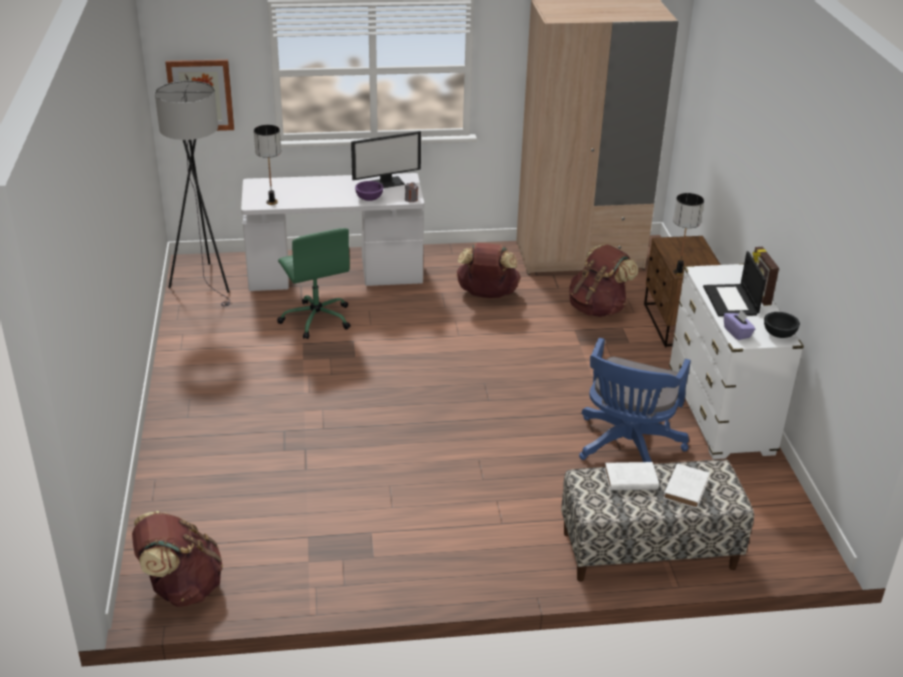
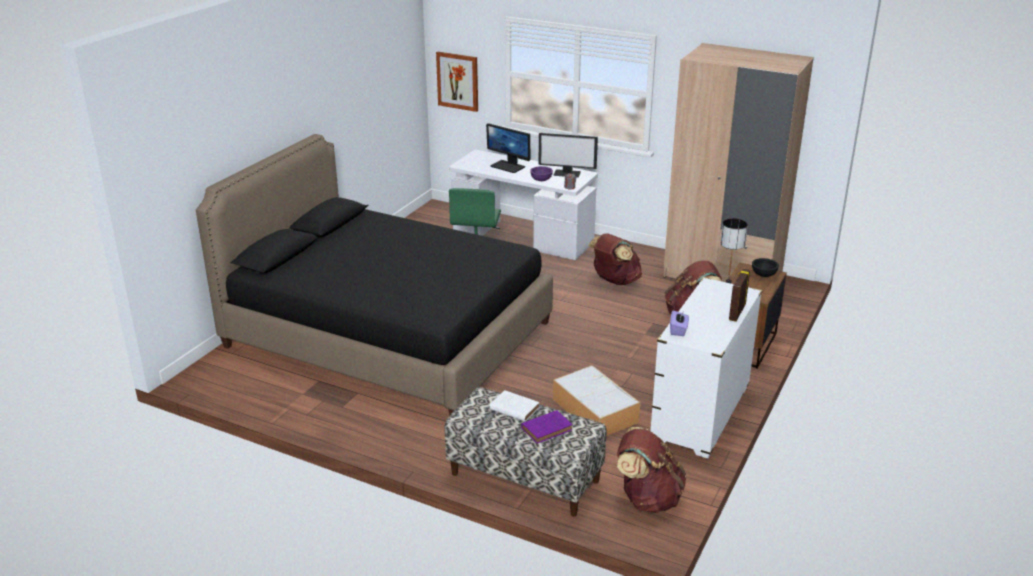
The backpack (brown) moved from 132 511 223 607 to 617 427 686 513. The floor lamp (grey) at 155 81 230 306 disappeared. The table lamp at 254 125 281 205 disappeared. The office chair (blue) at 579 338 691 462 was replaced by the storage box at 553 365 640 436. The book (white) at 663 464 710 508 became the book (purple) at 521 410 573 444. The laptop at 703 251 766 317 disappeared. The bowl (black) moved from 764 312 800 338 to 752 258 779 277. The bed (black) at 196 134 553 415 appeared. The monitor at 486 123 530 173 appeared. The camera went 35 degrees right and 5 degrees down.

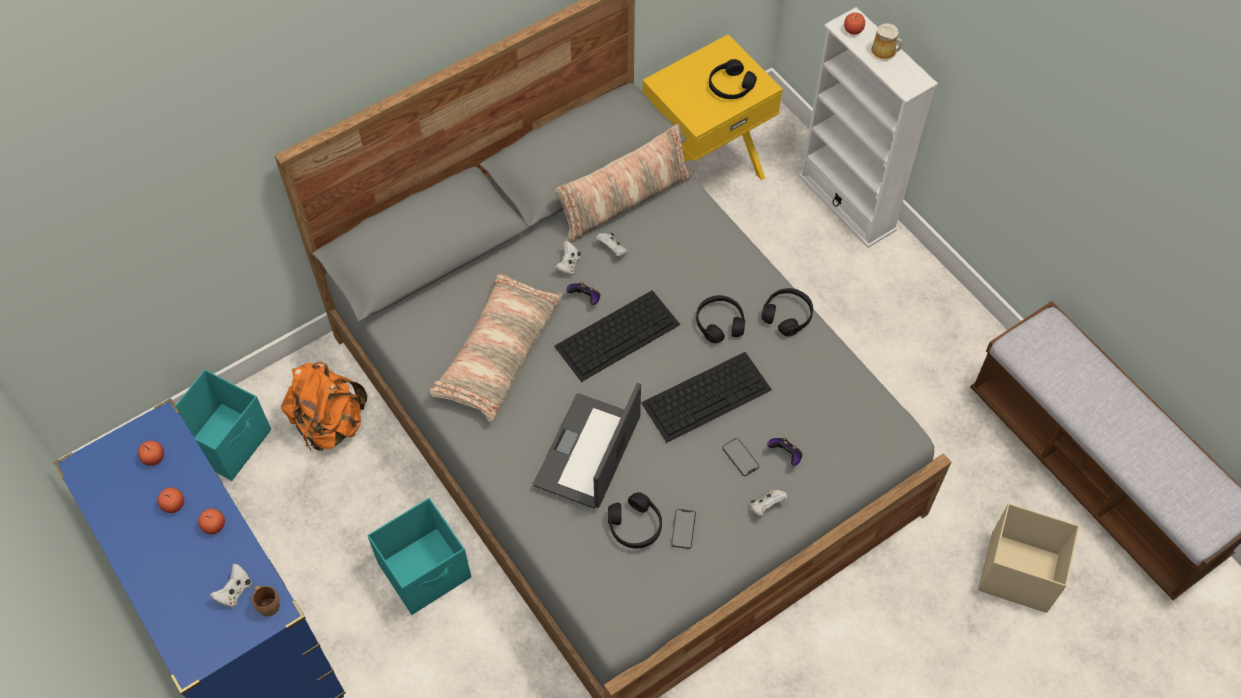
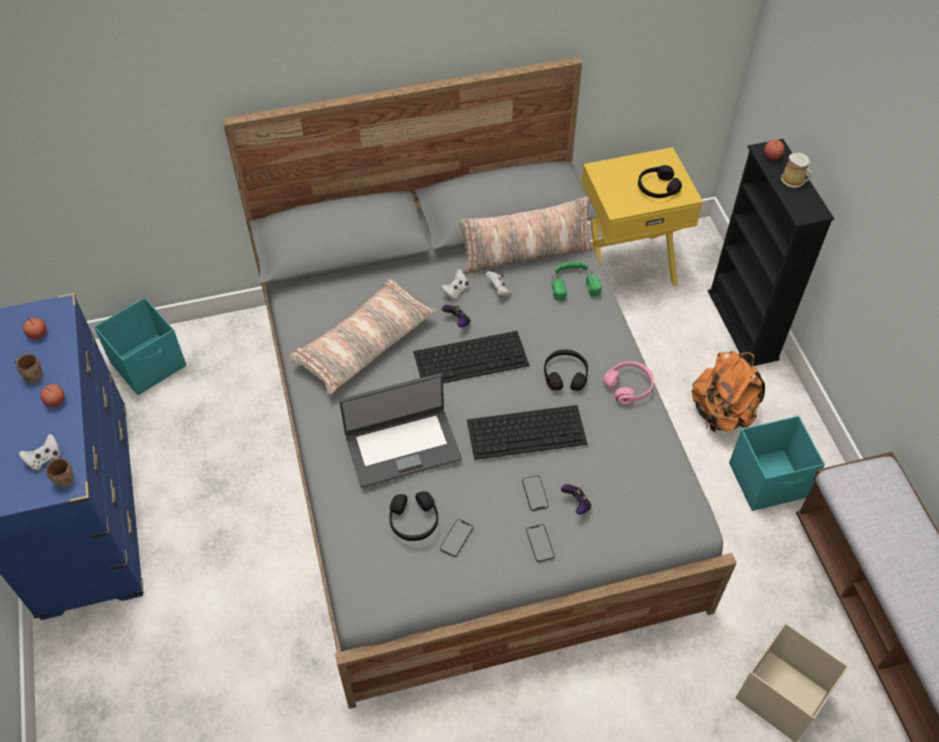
The apple at 158 487 184 513 was replaced by the mug (brown) at 15 354 42 383. The backpack (orange) moved from 281 362 367 451 to 691 351 765 432. The storage box (turquoise) moved from 367 498 471 615 to 729 416 825 511. The laptop at 533 383 641 508 turned 150 degrees counterclockwise. The game controller (white) at 750 490 788 517 was replaced by the phone at 526 524 555 562. The headphones (black) at 761 288 813 337 became the headphones (pink) at 603 361 654 404. The bookcase (white) at 798 7 938 248 became the bookcase (black) at 708 139 834 366. The headphones (green) at 552 261 602 301 appeared. The camera went 20 degrees right and 5 degrees down.

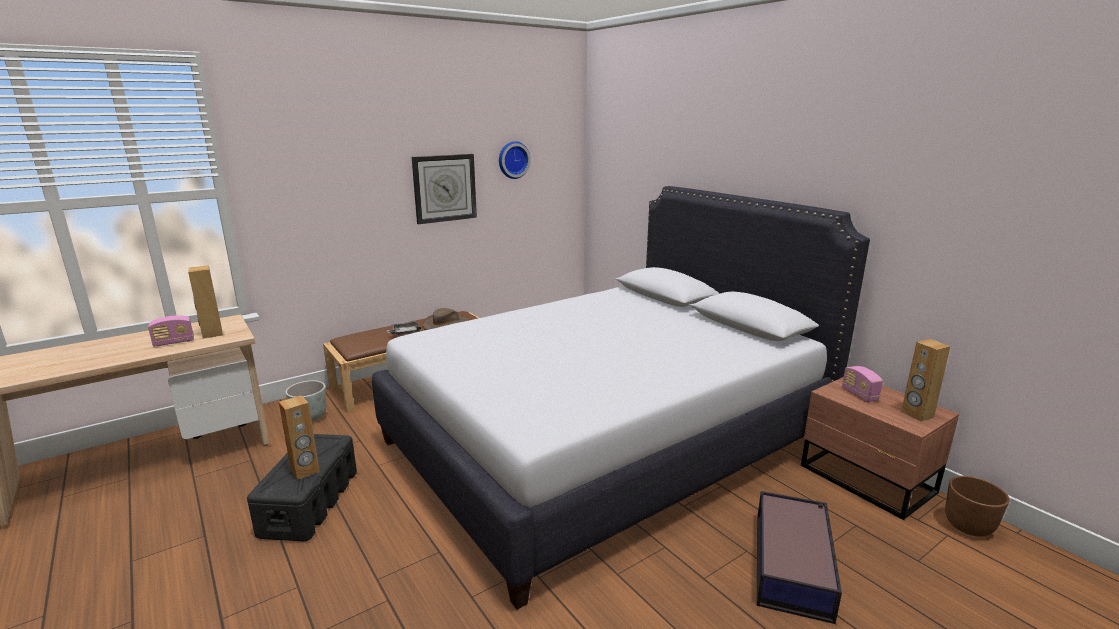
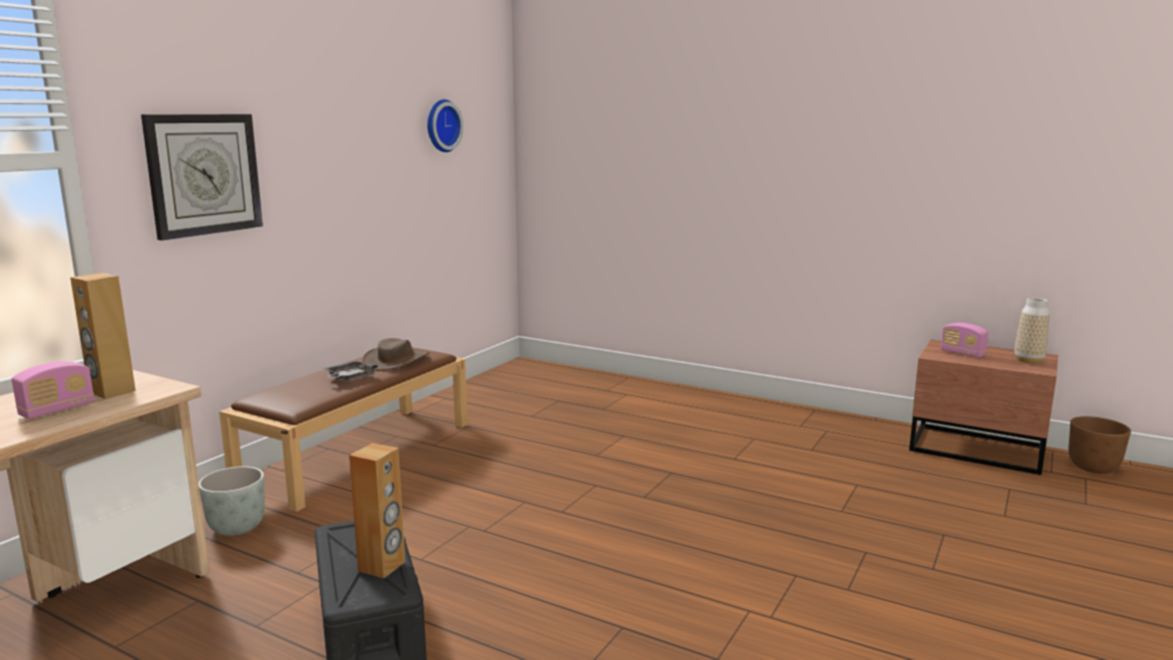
The bed (white) at 372 186 870 610 disappeared. The wall clock moved from 412 154 477 224 to 141 114 263 240. The storage box at 757 491 842 624 disappeared. The speaker (brown) at 901 339 950 422 was replaced by the vase at 1015 298 1050 364. The camera went 25 degrees left and 5 degrees down.

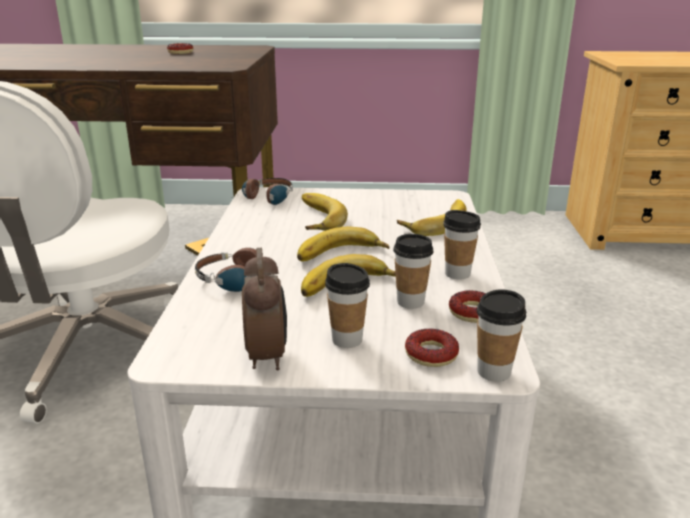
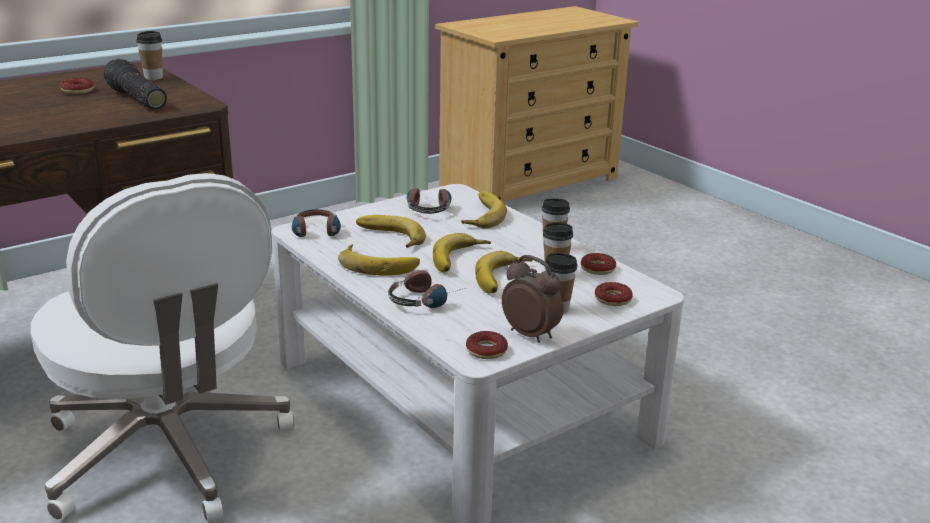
The cup moved from 476 289 526 382 to 136 31 163 80. The flashlight at 104 59 167 110 appeared. The banana at 338 244 420 276 appeared. The headphones at 407 188 452 214 appeared. The donut at 466 331 508 359 appeared. The camera went 40 degrees left and 0 degrees up.

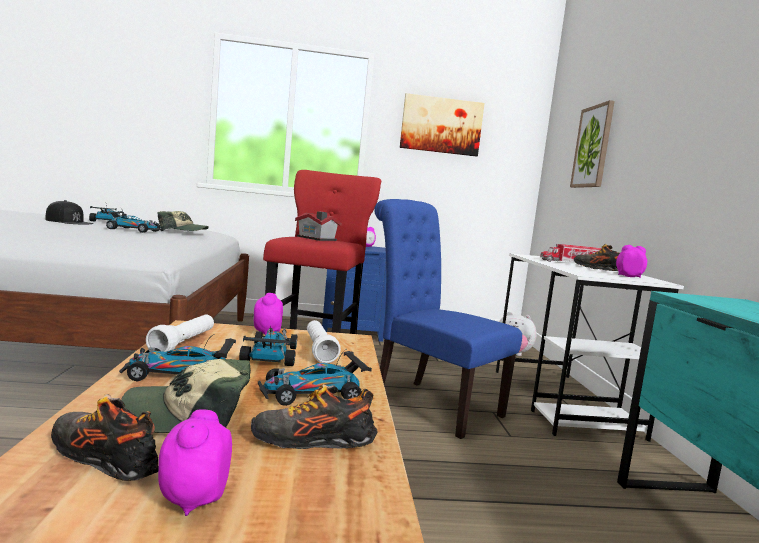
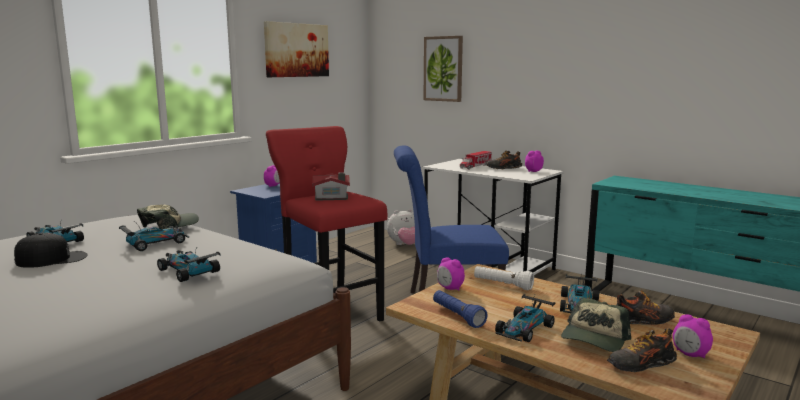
The flashlight (white) at 146 315 214 352 became the flashlight (blue) at 433 290 488 328. The toy car moved from 239 326 297 366 to 157 250 221 282. The shoe at 251 384 378 449 turned 135 degrees counterclockwise. The camera went 45 degrees left and 5 degrees up.

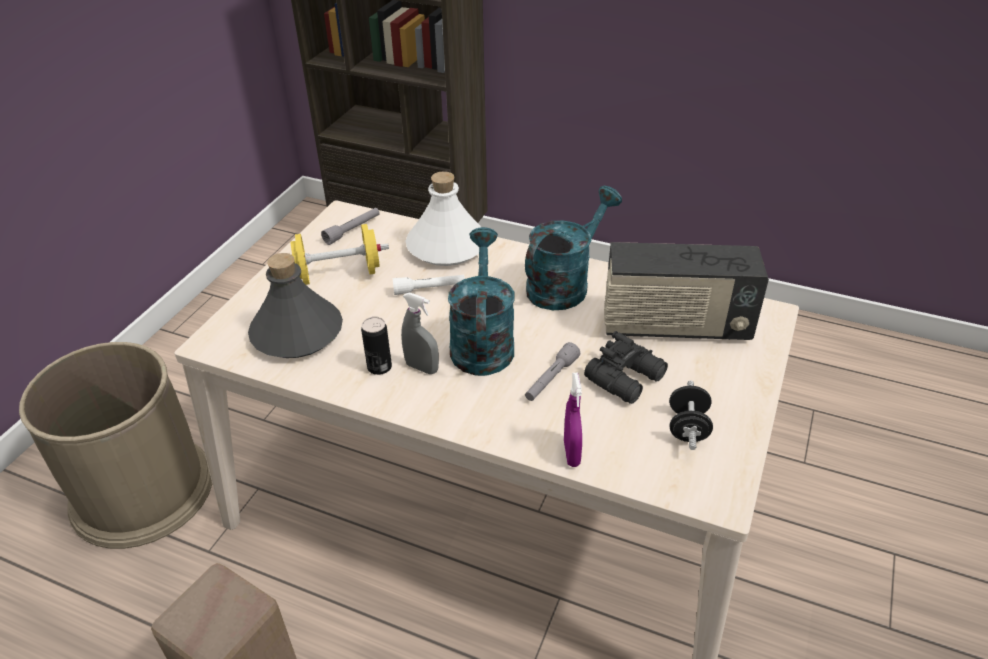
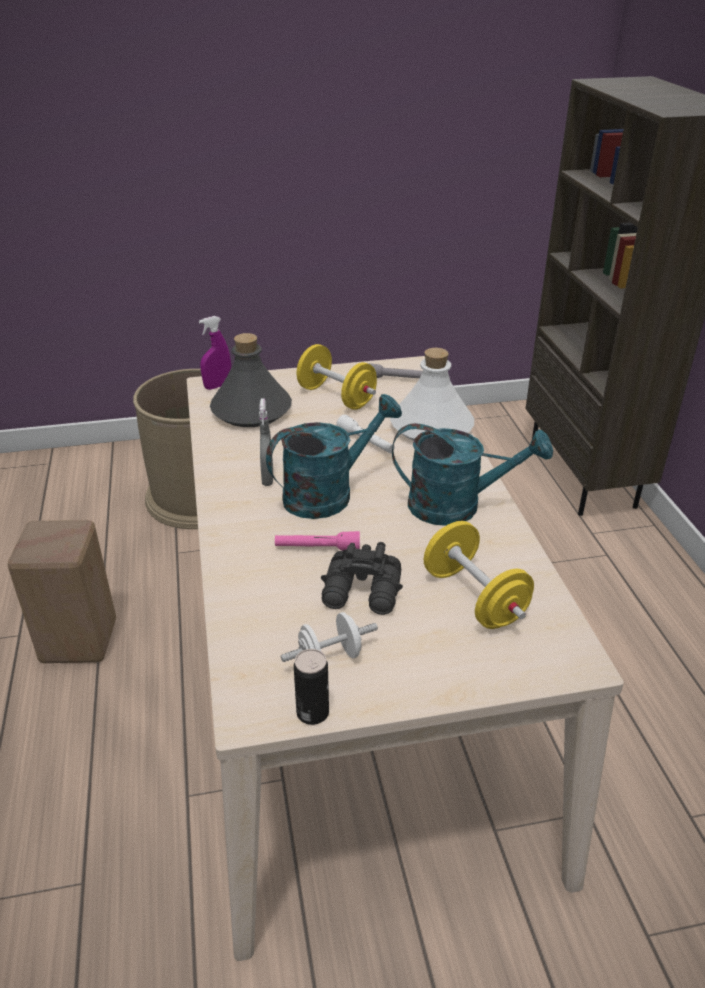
The can moved from 361 317 392 375 to 294 649 329 725. The flashlight (grey) at 525 342 581 401 became the flashlight (pink) at 275 531 360 550. The spray bottle (purple) moved from 564 373 582 467 to 199 316 231 390. The radio at 604 242 769 340 was replaced by the dumbbell (yellow) at 424 521 534 629. The dumbbell (black) at 669 380 713 450 became the dumbbell (white) at 281 612 378 662. The camera went 55 degrees right and 5 degrees down.

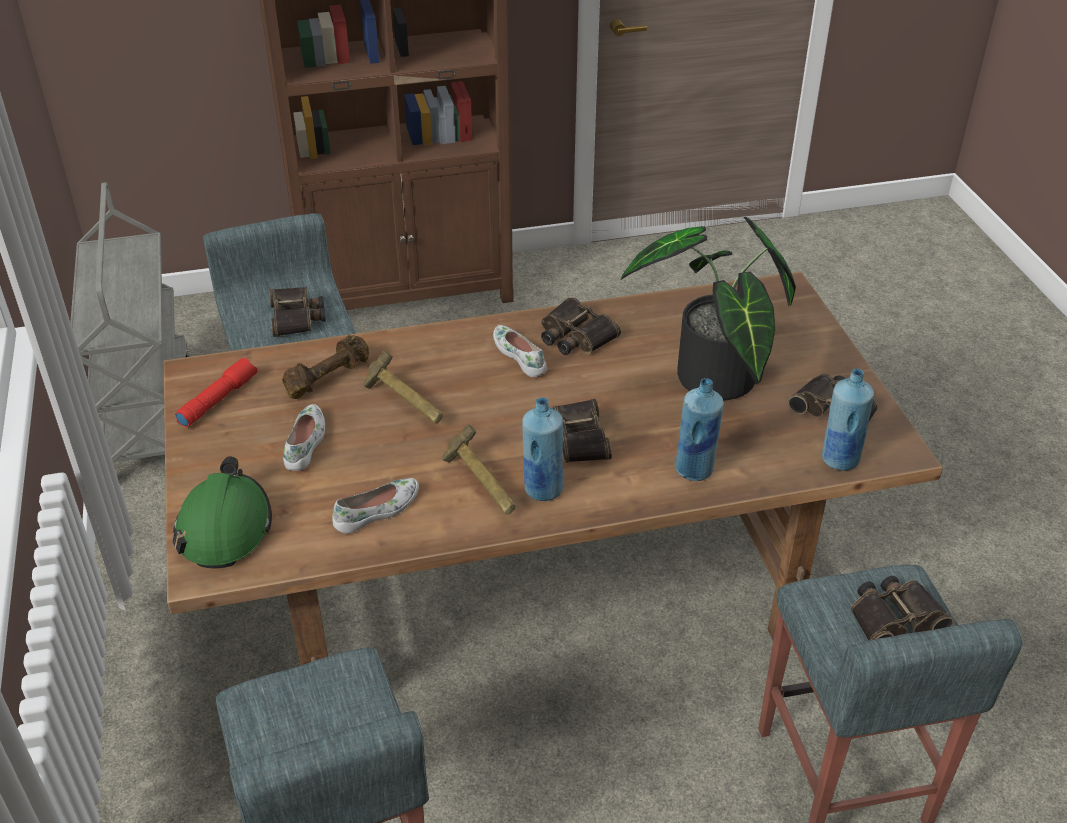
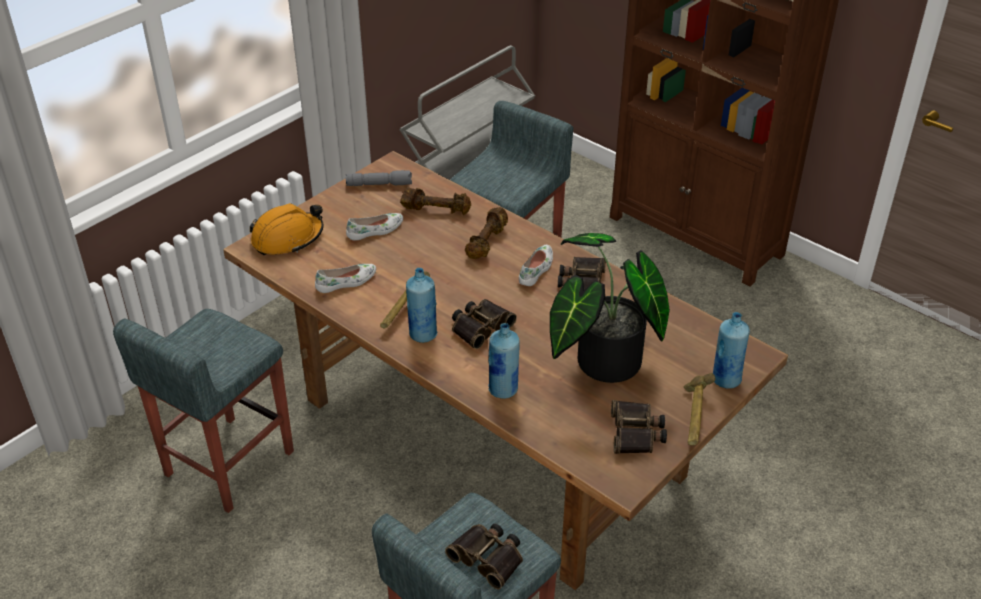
The hard hat (green) at 172 456 272 569 became the hard hat (orange) at 250 203 324 255. The flashlight (red) at 175 358 258 427 became the flashlight (grey) at 346 170 412 186. The binoculars at 269 287 326 337 disappeared. The shoe (white) at 332 478 419 534 turned 45 degrees counterclockwise. The hammer moved from 364 351 443 424 to 683 373 716 445. The bottle (blue) moved from 822 369 874 471 to 713 312 750 389. The dumbbell (brown) at 465 207 508 259 appeared. The camera went 55 degrees right and 0 degrees up.

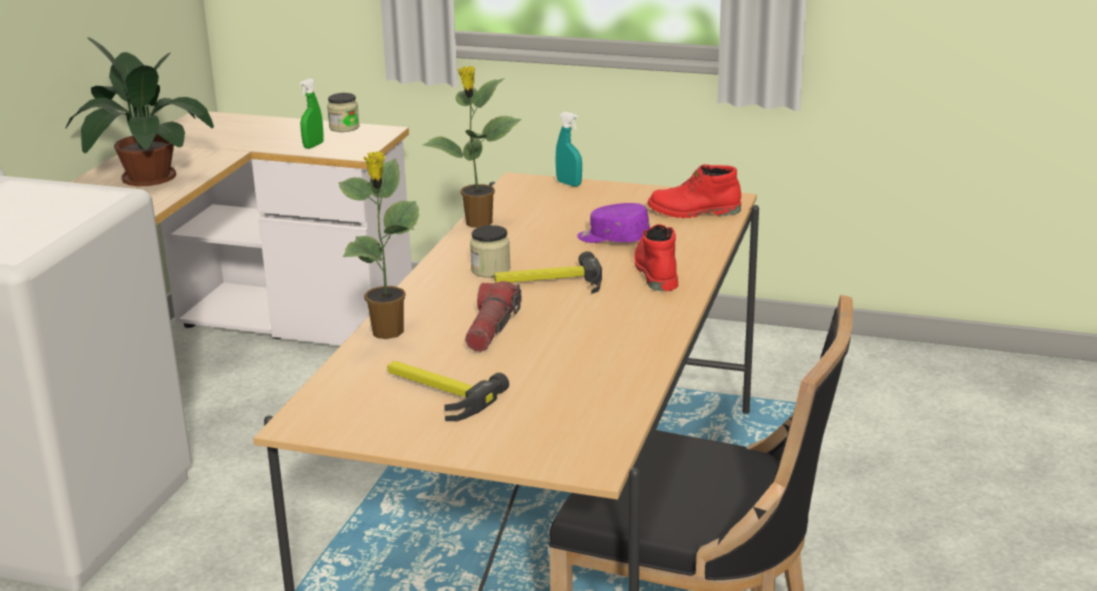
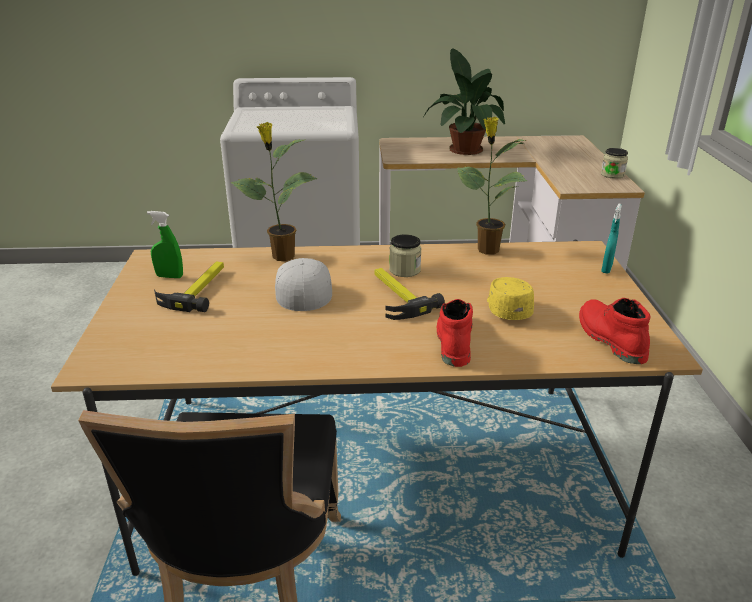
The spray bottle (green) moved from 299 78 324 149 to 147 211 183 278. The flashlight at 465 281 522 352 was replaced by the cap (white) at 275 258 332 311. The cap (purple) at 577 203 650 243 became the cap (yellow) at 487 277 534 320. The boot (red) at 634 224 678 291 turned 60 degrees counterclockwise. The camera went 70 degrees right and 5 degrees up.

